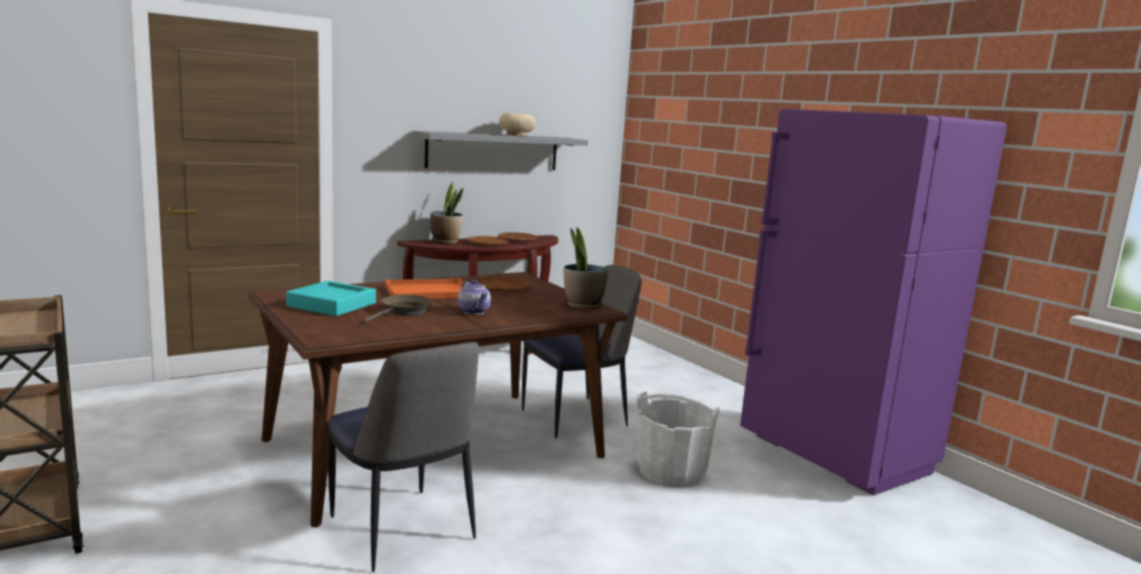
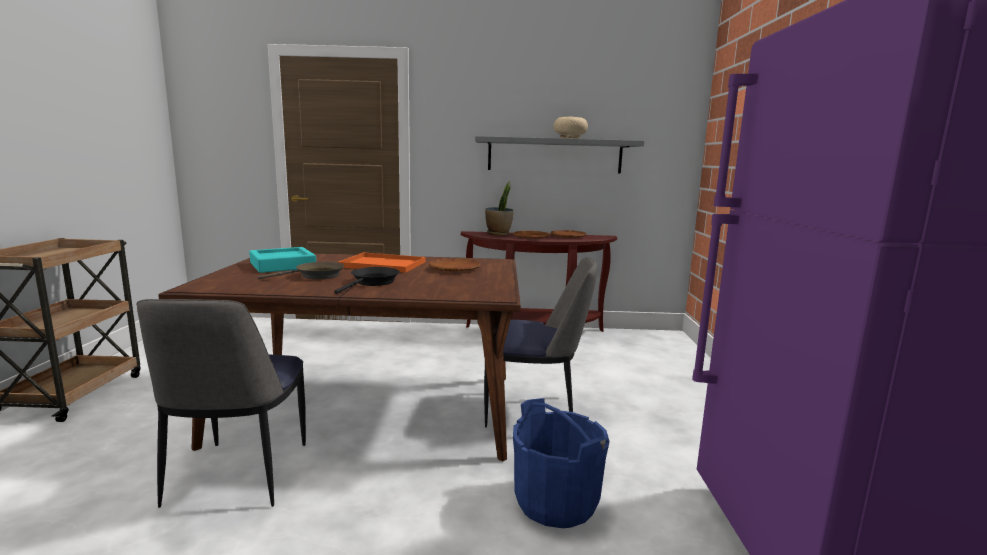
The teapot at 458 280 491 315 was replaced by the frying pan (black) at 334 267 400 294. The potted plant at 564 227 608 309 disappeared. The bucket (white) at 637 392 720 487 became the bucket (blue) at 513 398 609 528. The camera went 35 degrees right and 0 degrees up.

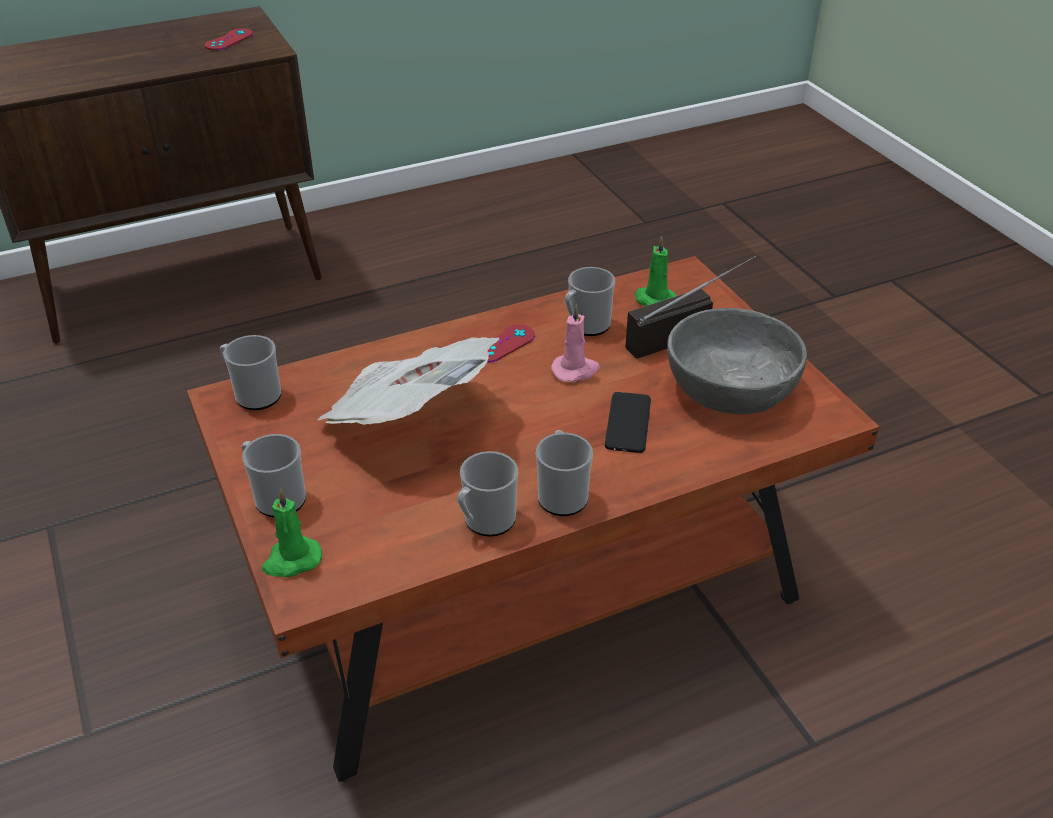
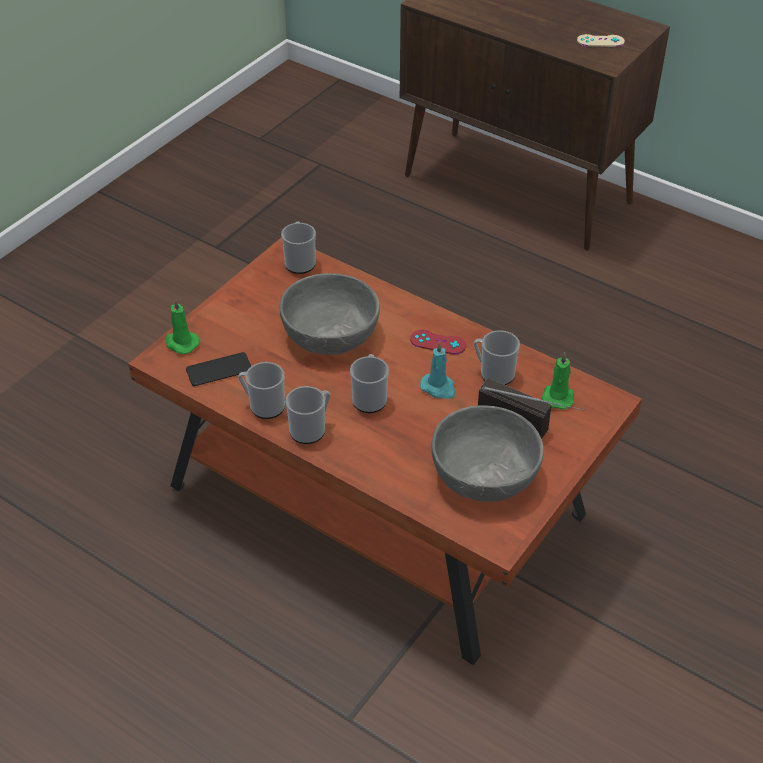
The game controller (red) at 205 29 253 50 became the game controller (beige) at 577 34 625 47. The mug moved from 242 434 306 517 to 350 354 389 413. The newspaper at 317 337 499 425 was replaced by the bowl (grey) at 280 273 380 355. The candle (pink) at 551 304 600 382 became the candle (turquoise) at 420 342 456 399. The phone moved from 605 392 651 453 to 186 352 251 386. The camera went 60 degrees right and 5 degrees up.

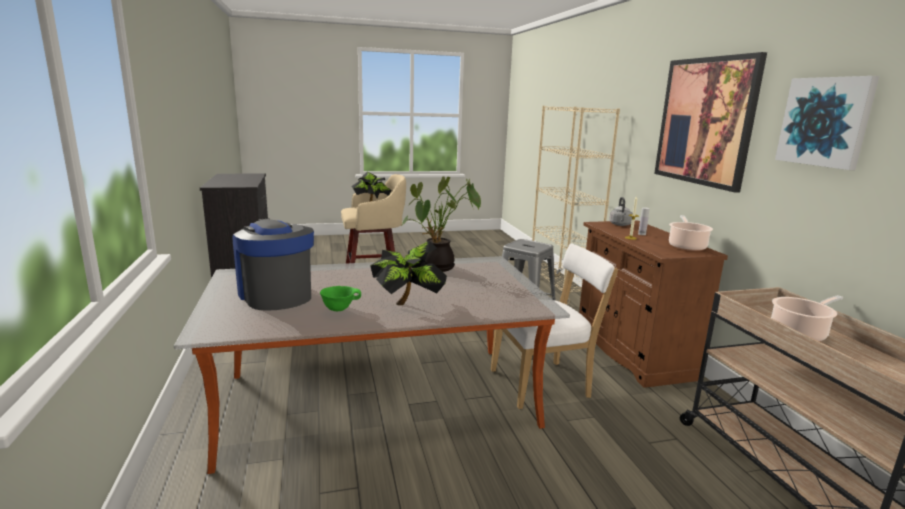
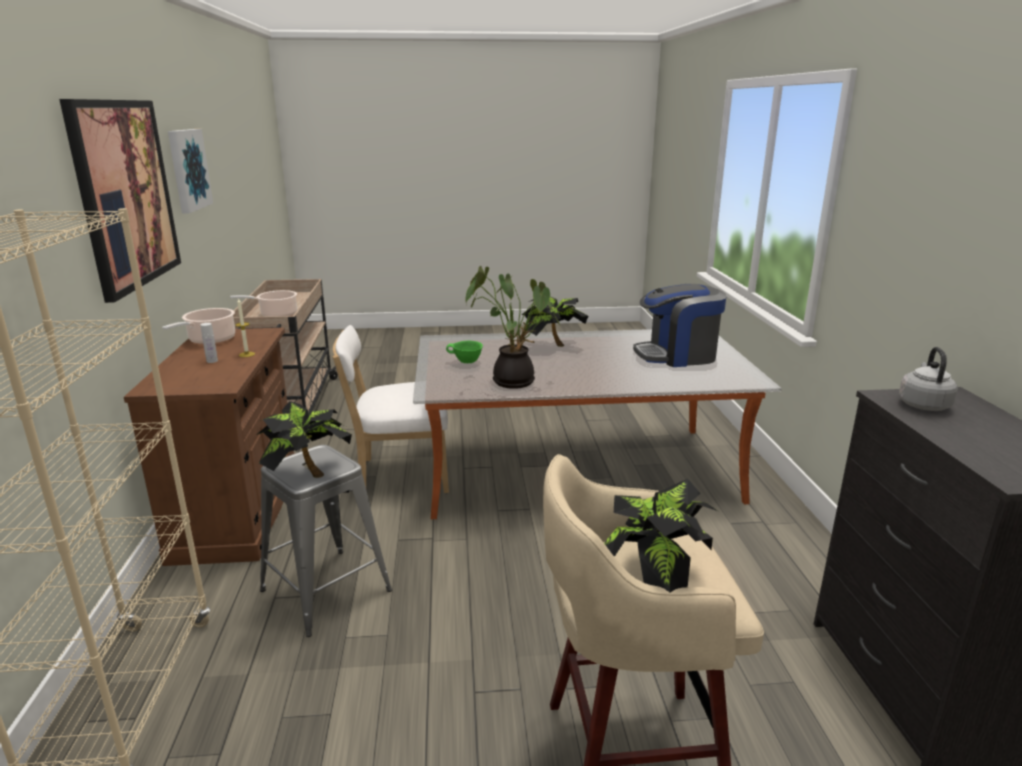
The coffee machine at 233 218 314 311 turned 105 degrees clockwise. The bowl (green) moved from 320 286 361 311 to 446 341 483 363. The kettle (grey) moved from 609 197 633 226 to 899 347 958 411. The potted plant at 256 401 352 478 appeared. The camera went 170 degrees left and 5 degrees up.

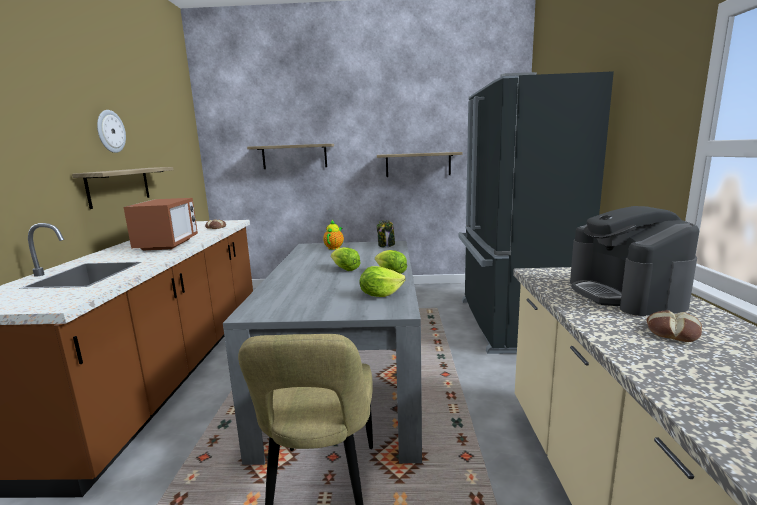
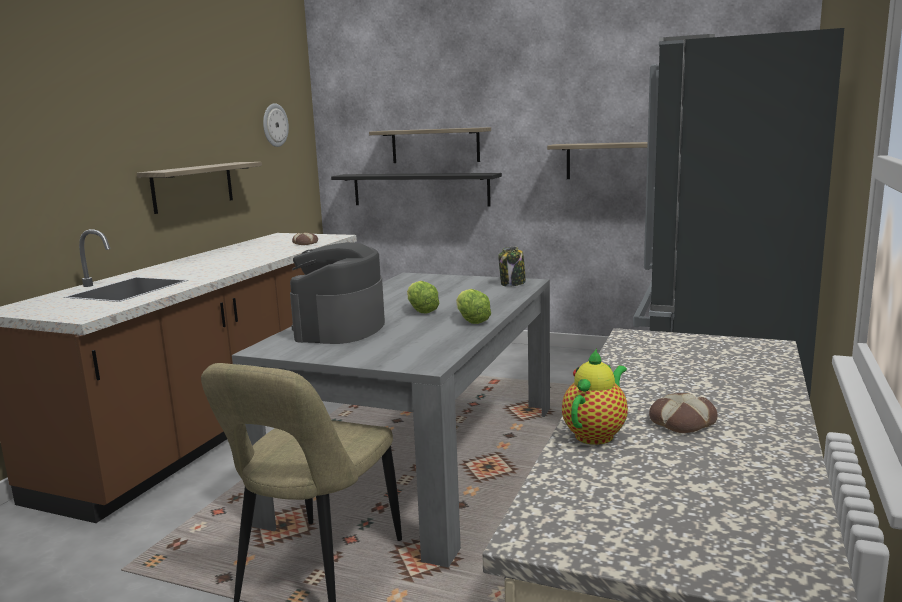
The wall clock moved from 97 110 126 153 to 263 103 289 147. The microwave at 124 198 198 251 disappeared. The teapot moved from 323 220 344 250 to 562 349 628 445. The lettuce at 360 266 405 297 disappeared. The coffee machine moved from 570 206 699 316 to 290 242 385 344. The shelf (black) at 331 173 502 206 appeared. The camera went 20 degrees right and 0 degrees up.

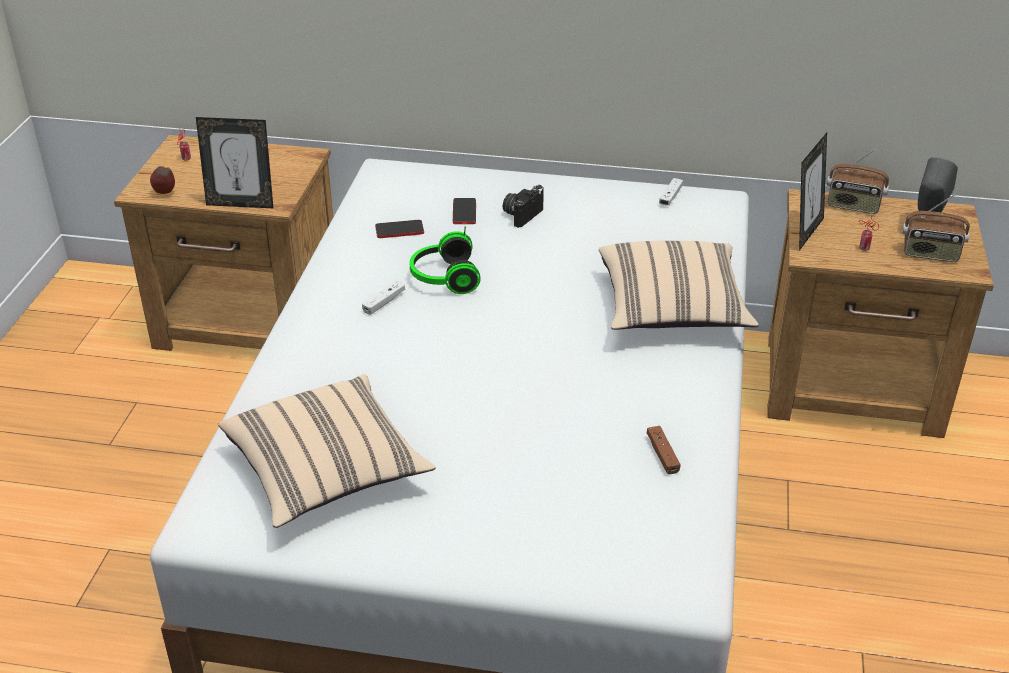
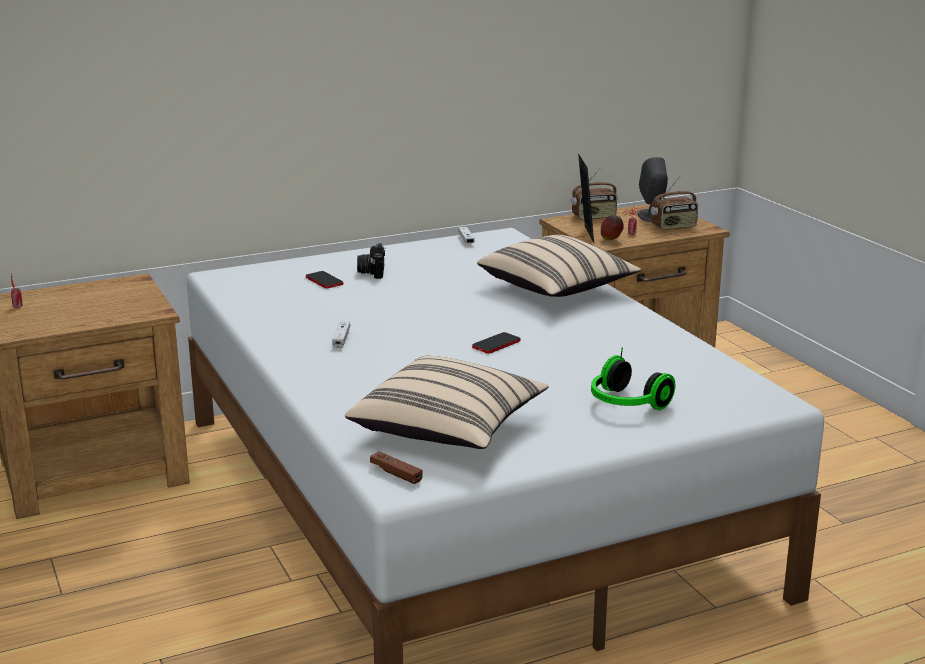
The apple moved from 150 166 175 194 to 601 215 624 240. The picture frame at 196 117 273 208 disappeared. The phone moved from 375 220 424 238 to 472 332 520 354. The headphones moved from 409 226 481 294 to 591 347 675 410. The game controller (brown) moved from 647 426 680 474 to 370 451 423 484. The camera went 35 degrees left and 15 degrees down.

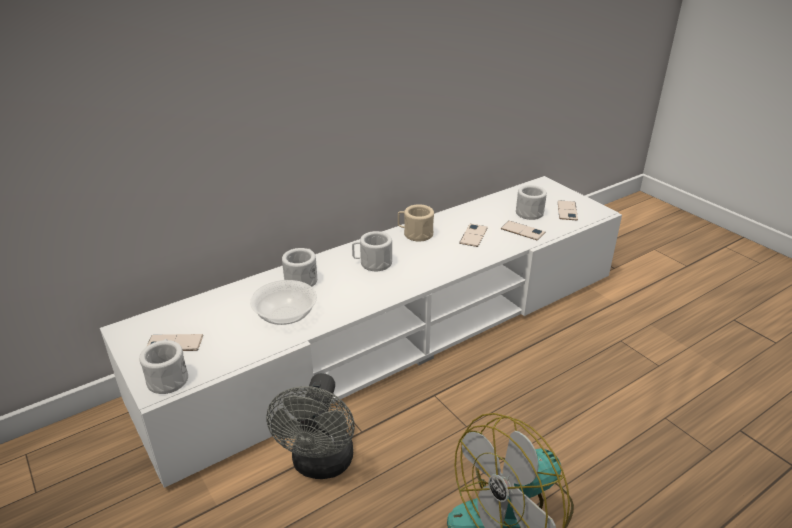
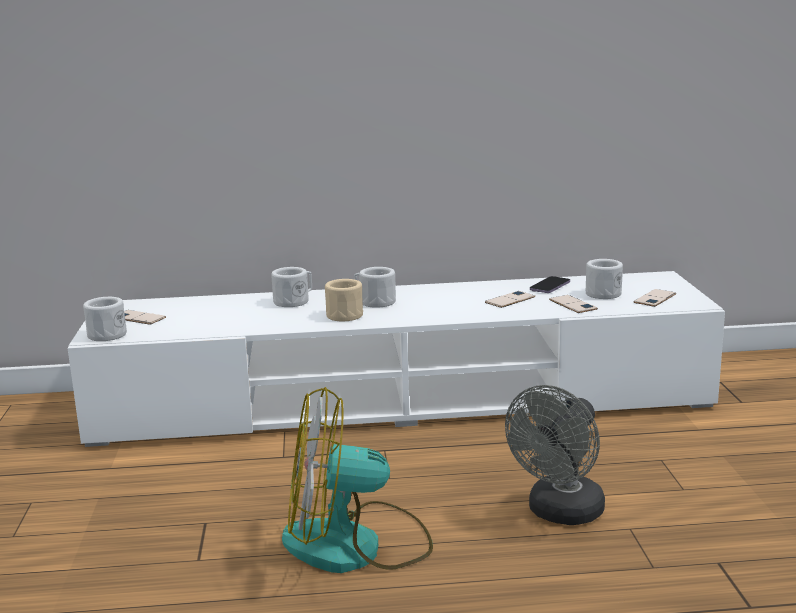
The bowl at 250 280 317 325 disappeared. The fan (grey) moved from 266 373 355 479 to 505 385 605 525. The mug (beige) moved from 398 204 434 241 to 325 279 363 321. The phone at 530 276 570 293 appeared. The camera went 30 degrees right and 15 degrees down.

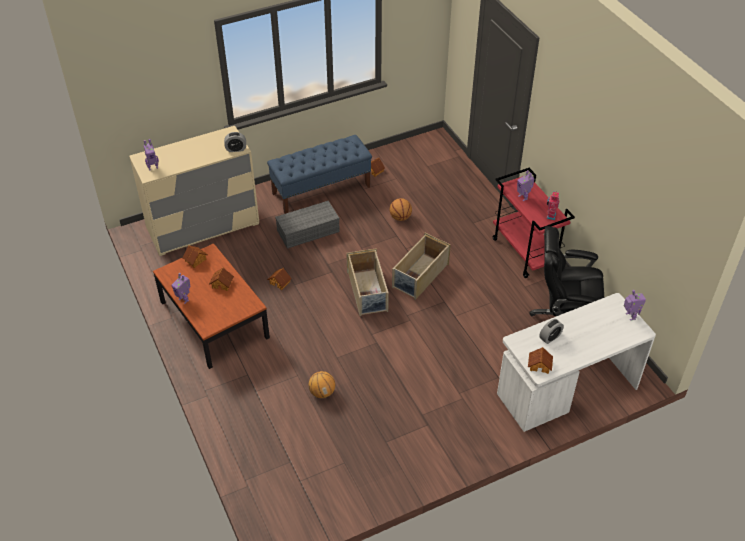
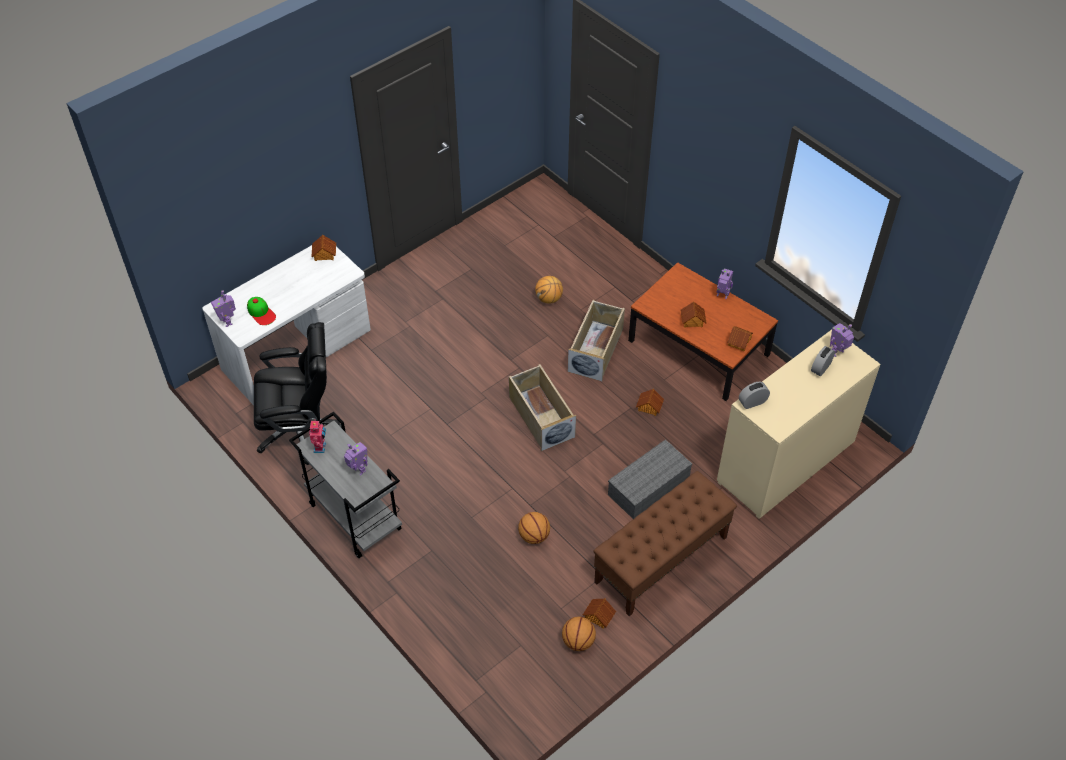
The bench (blue) at 267 135 372 214 became the bench (brown) at 594 471 737 616. The storage box (beige) moved from 392 233 451 300 to 568 300 625 381. The cart (red) at 493 168 575 278 became the cart (grey) at 289 412 402 558. The alarm clock moved from 539 319 564 344 to 811 346 835 376. The cap at 247 297 276 325 appeared. The basketball at 562 617 596 651 appeared. The camera went 165 degrees right and 5 degrees up.

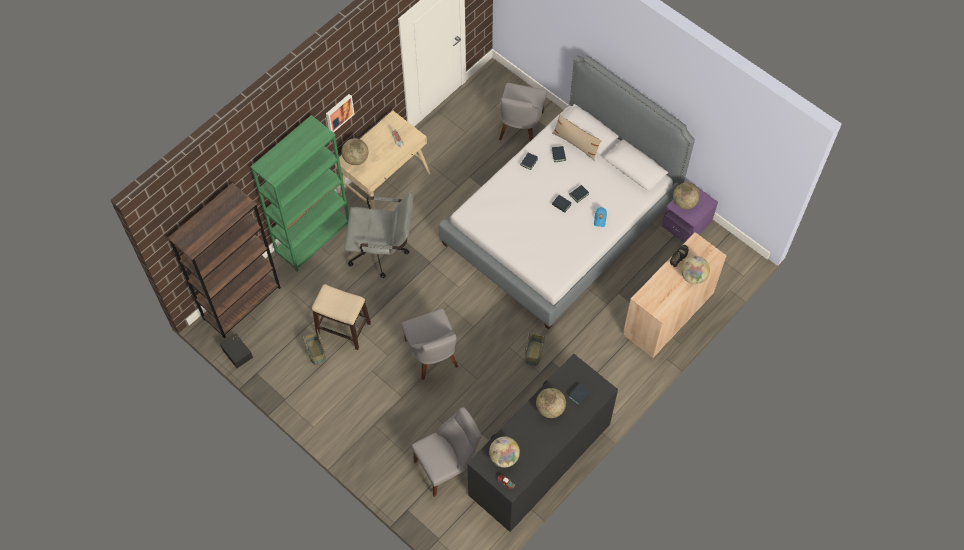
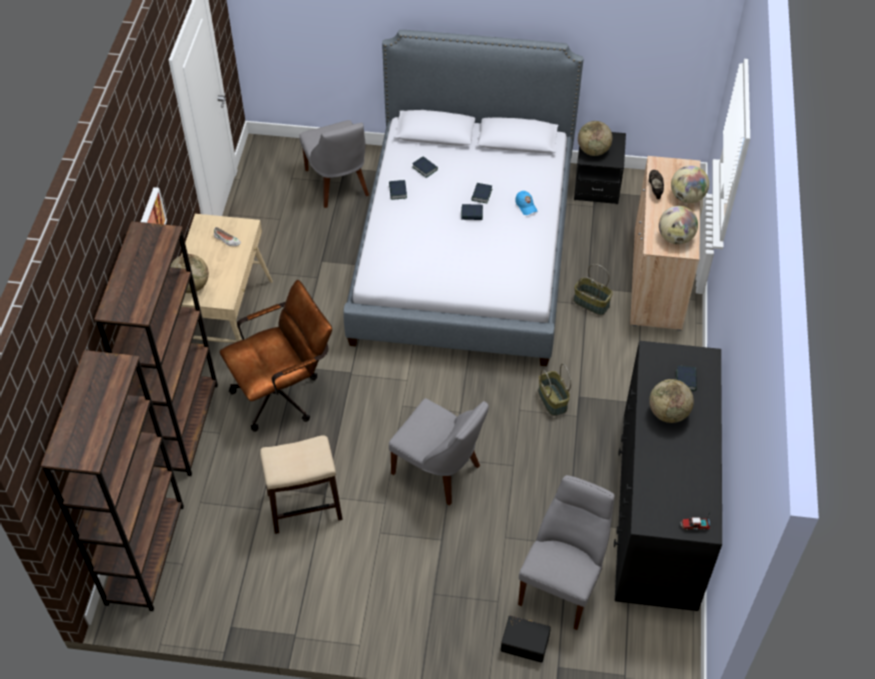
The storage box (black) moved from 220 334 253 368 to 501 616 551 663. The bookcase (green) at 250 115 349 272 became the bookcase (brown) at 95 221 218 476. The basket moved from 302 329 326 365 to 574 264 613 315. The office chair (grey) at 344 192 413 278 became the office chair (brown) at 220 280 332 432. The globe moved from 489 437 520 467 to 659 206 698 245. The pillow (beige) at 552 114 602 161 disappeared. The nightstand (purple) at 662 182 718 243 became the nightstand (black) at 574 132 626 204. The camera went 35 degrees left and 10 degrees down.

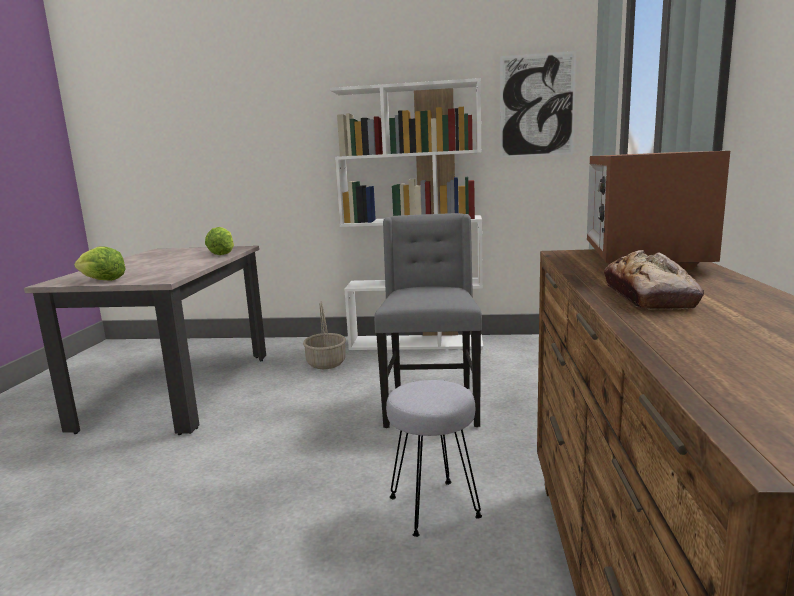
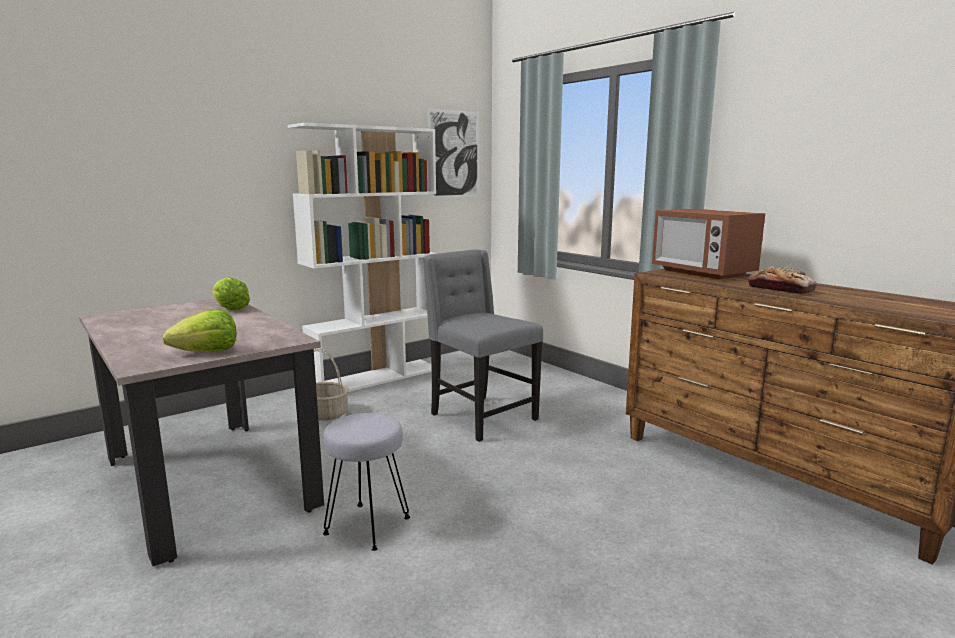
The stool (grey) moved from 386 380 482 537 to 323 413 410 551. The camera went 45 degrees left and 0 degrees up.

